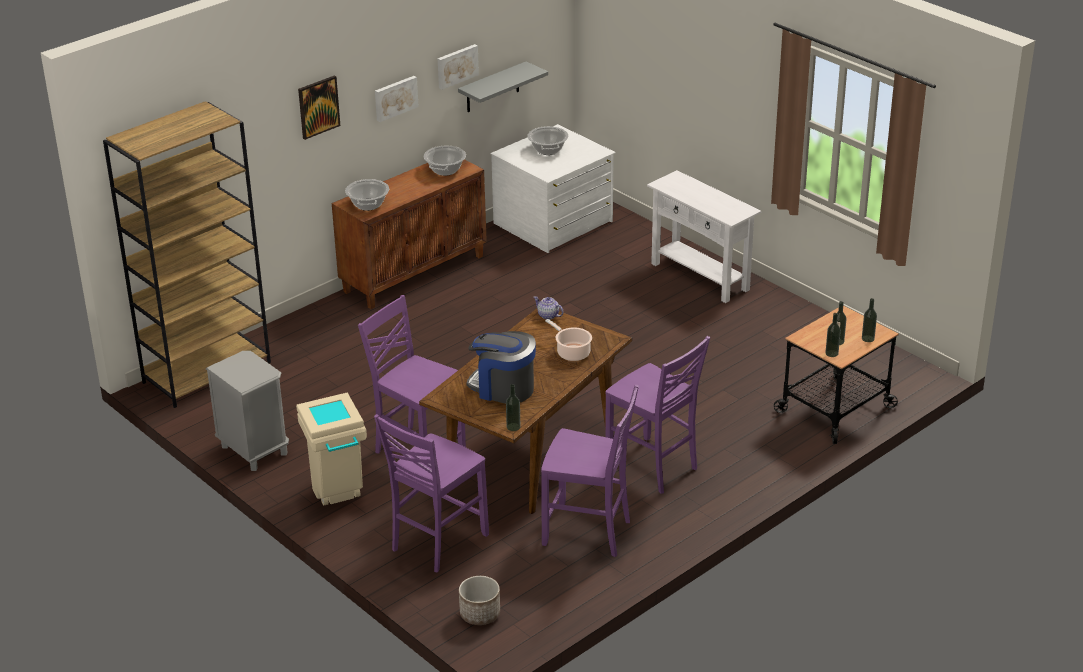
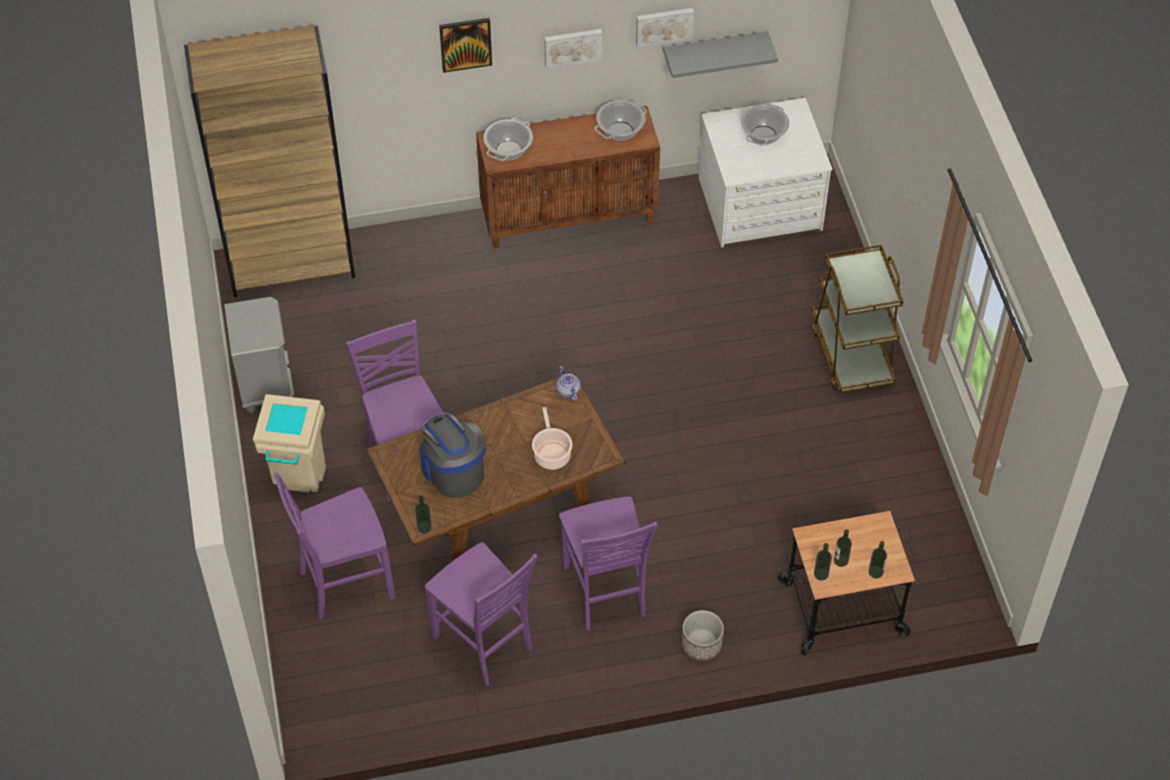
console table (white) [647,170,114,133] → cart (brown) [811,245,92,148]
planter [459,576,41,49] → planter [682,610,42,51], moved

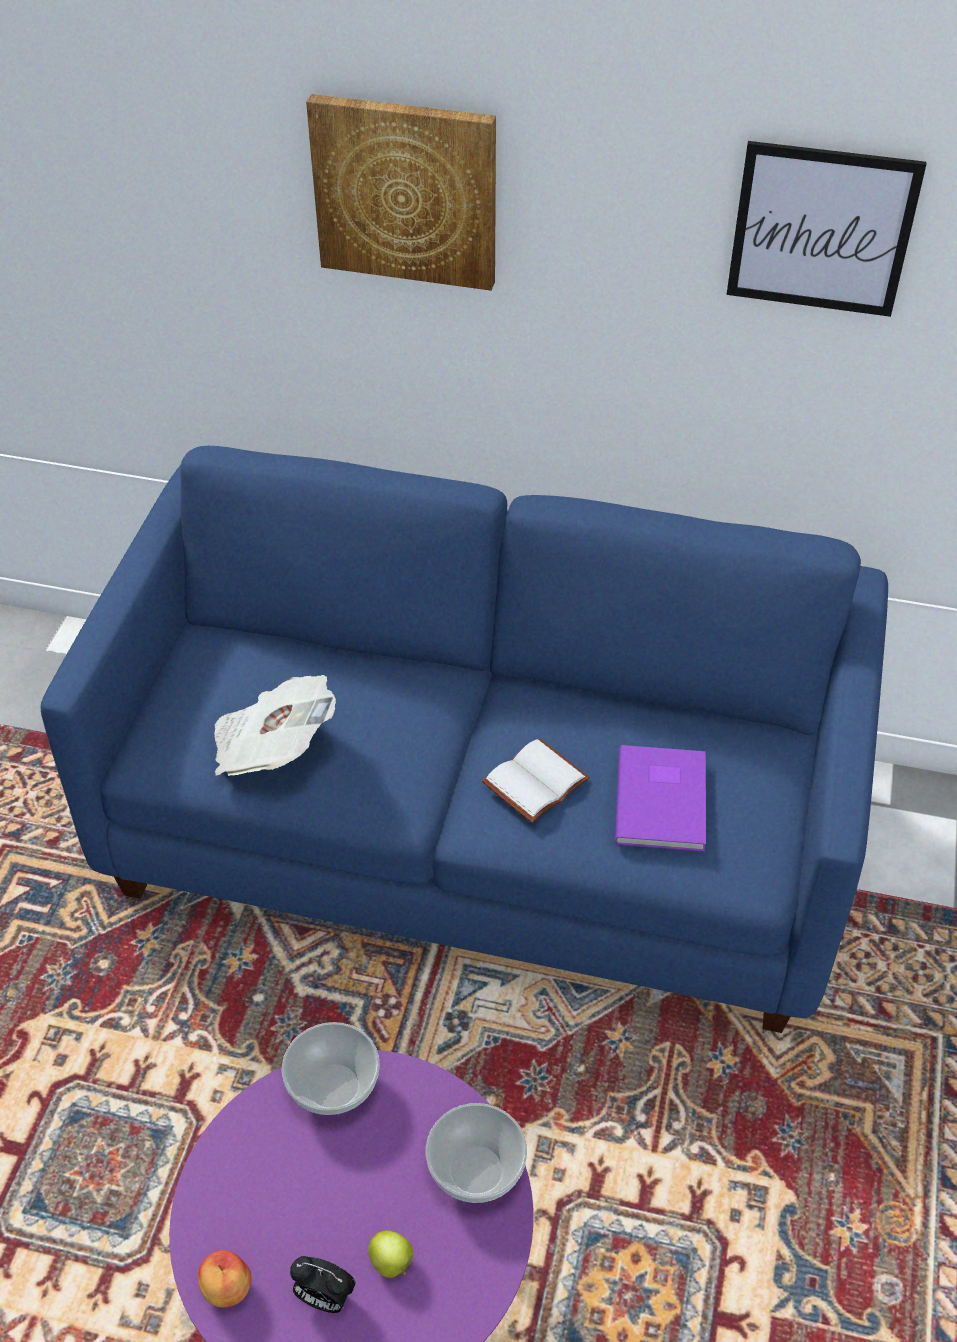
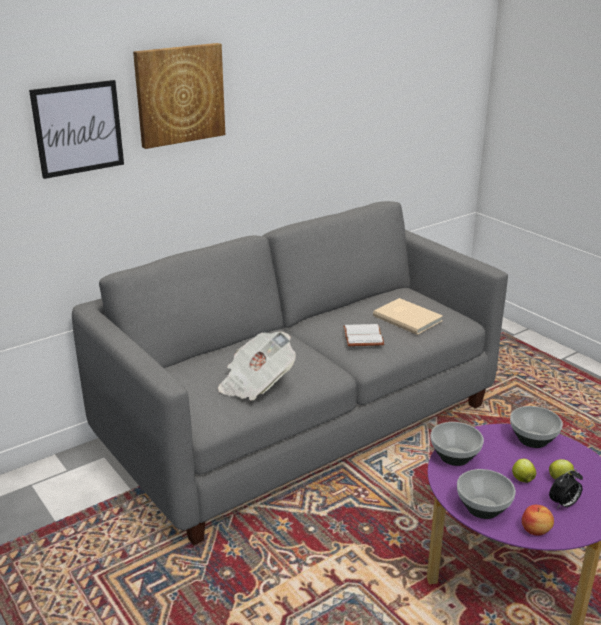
picture [726,141,201,176] → picture [29,80,95,99], moved
sofa (blue) [41,446,847,587] → sofa (grey) [72,201,436,344]
book (purple) [615,745,91,107] → book (beige) [373,298,70,37]
- → apple [512,459,24,24]
- → bowl [457,469,59,50]

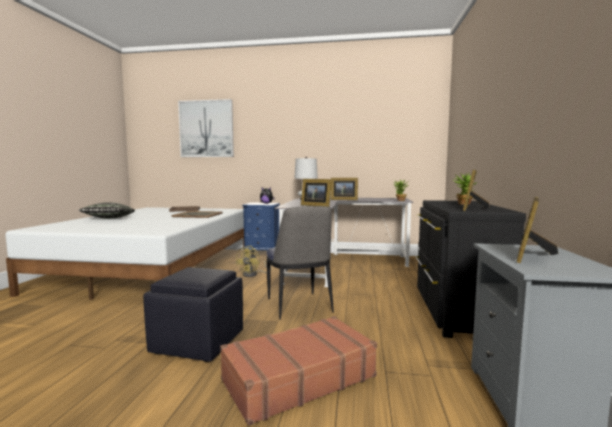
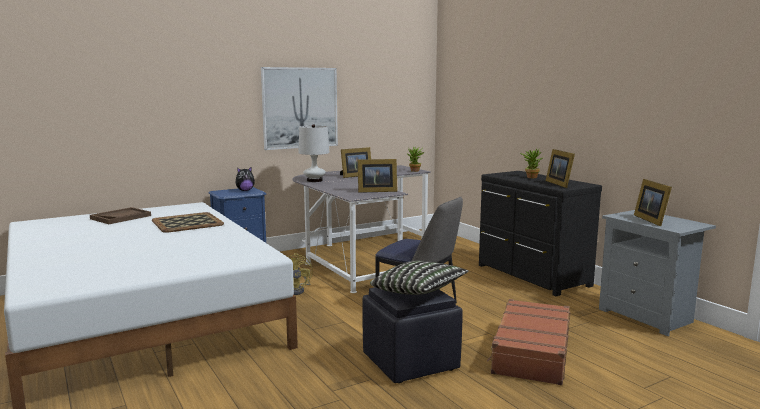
picture [178,99,56,58] → picture [261,67,77,83], moved
pillow [78,202,57,16] → pillow [370,261,99,34], moved

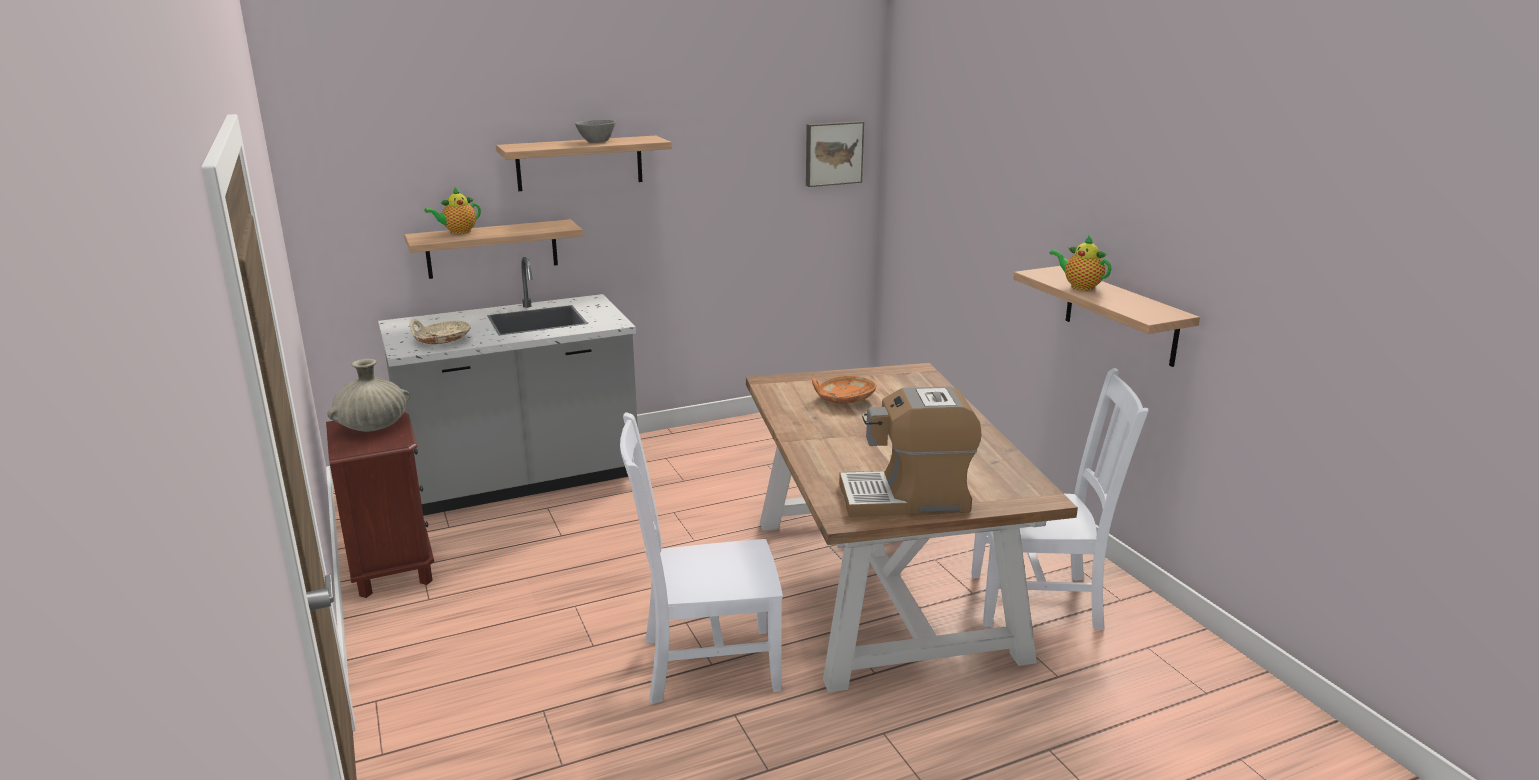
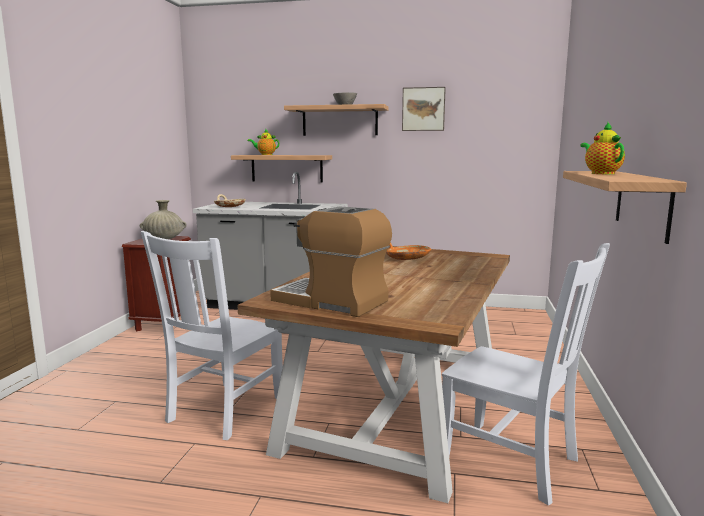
picture [806,121,58,66] → picture [402,87,44,44], moved
chair (white) [620,412,163,292] → chair (white) [141,231,142,209], 90 degrees counterclockwise

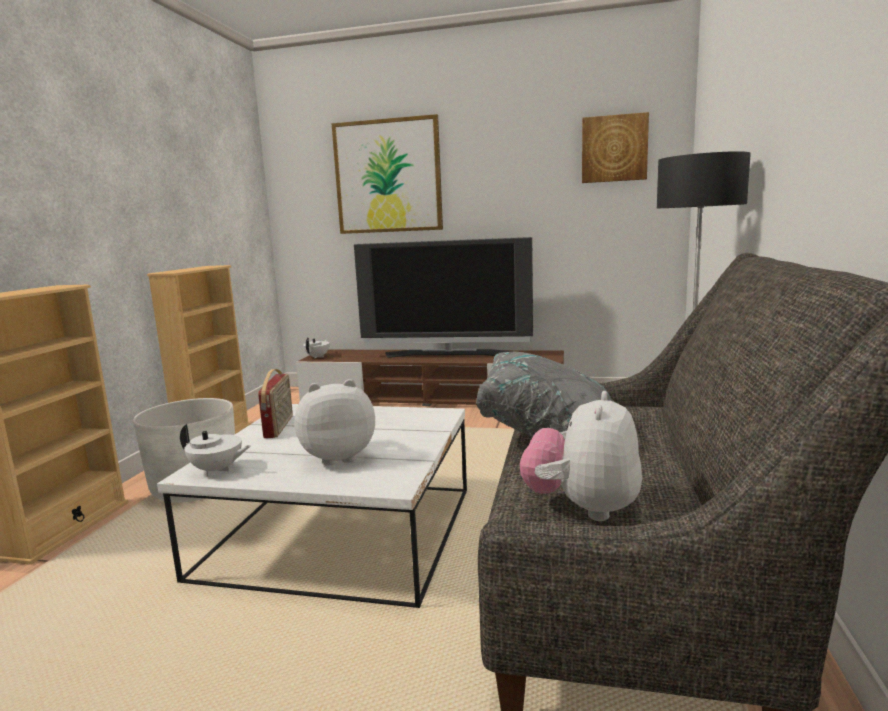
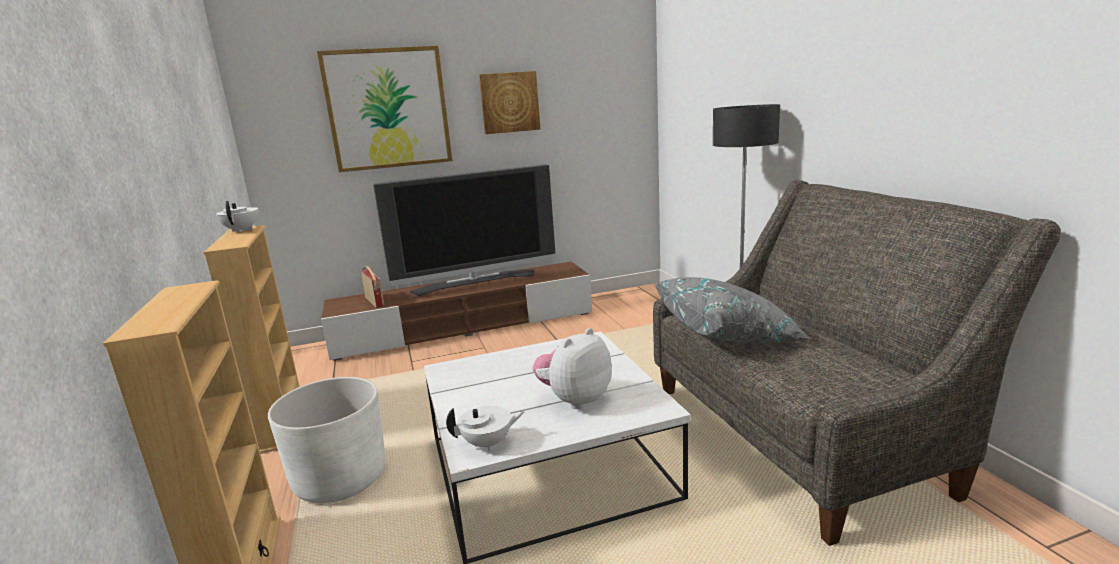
picture [582,112,67,71] → picture [479,71,61,63], moved
teapot (white) [303,337,27,22] → teapot (white) [216,201,43,31], moved
radio [258,369,35,69] → radio [361,266,23,42], moved
plush toy [520,391,122,130] → -

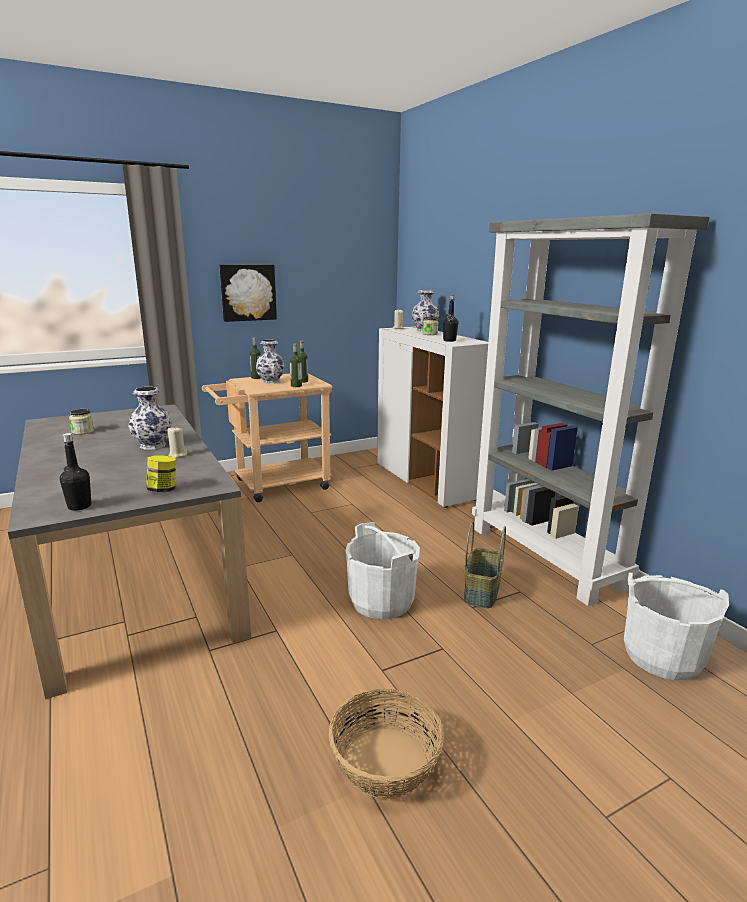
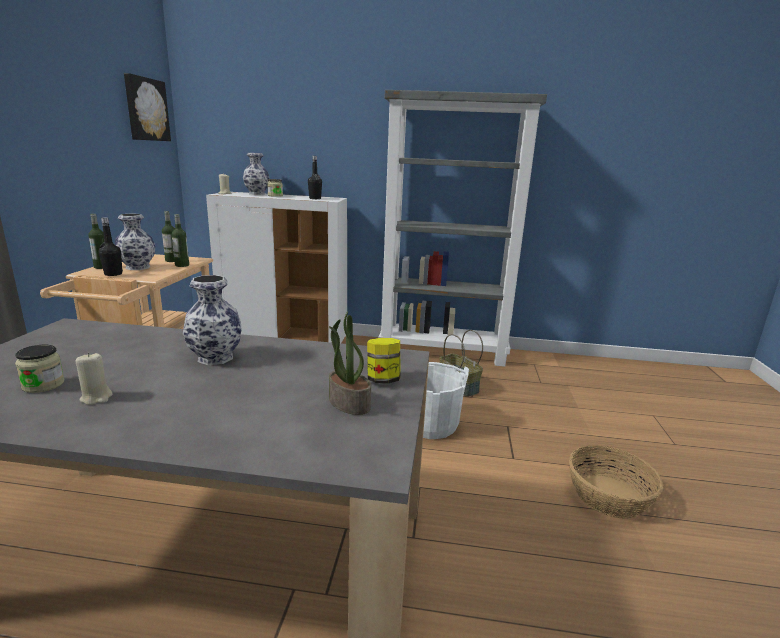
picture [219,265,58,57] → picture [124,73,47,68], moved
candle (beige) [168,426,20,32] → candle (beige) [76,352,37,53], moved
bottle (black) [60,433,31,78] → bottle (black) [99,217,24,59], moved
bucket (white) [624,573,105,107] → -
- → potted plant [329,311,42,104]

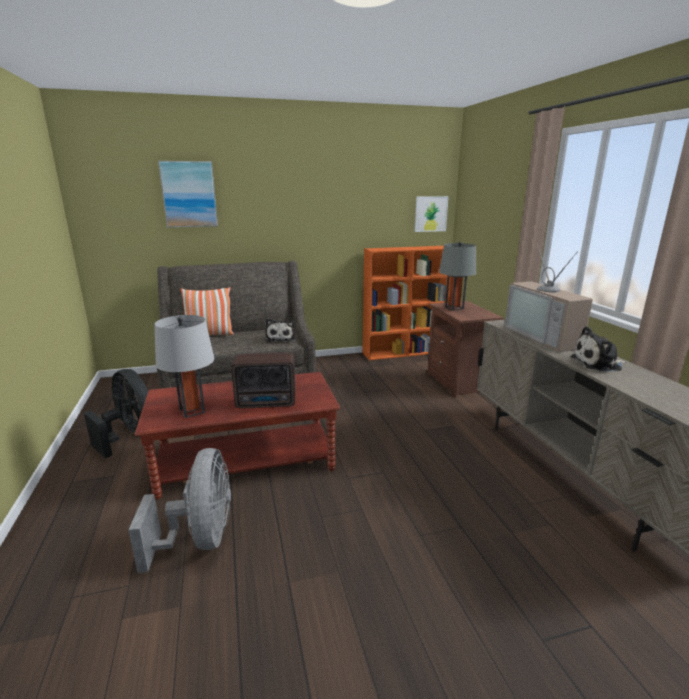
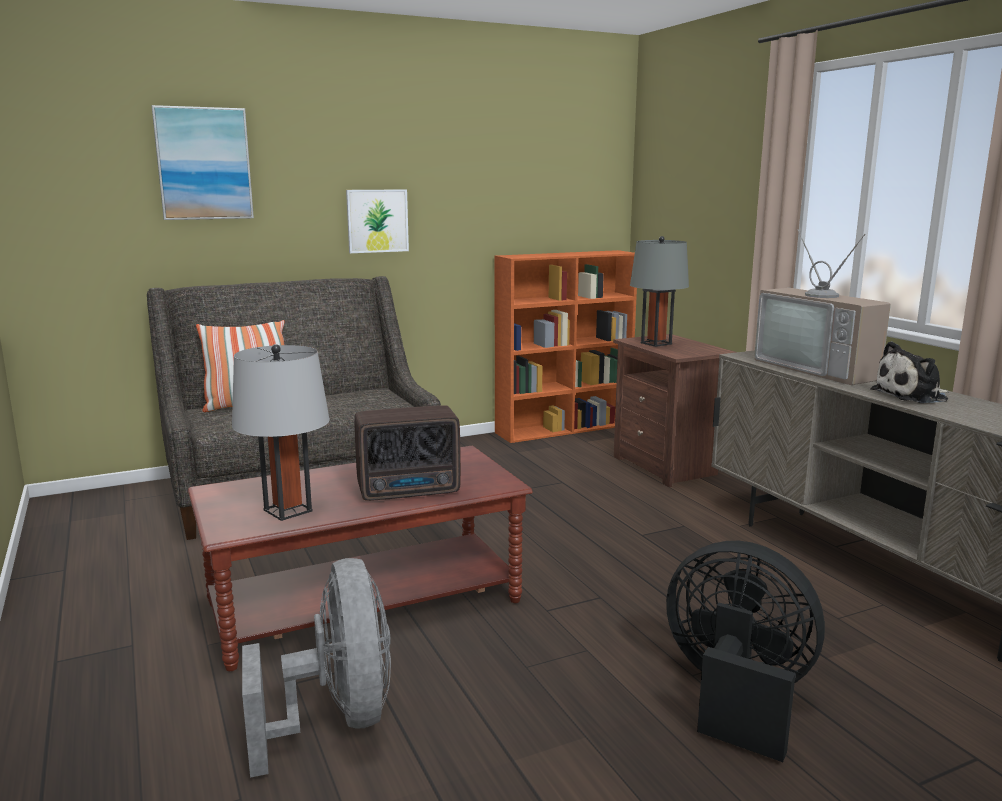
picture [415,196,34,36] → picture [346,189,63,64], moved
plush toy [265,319,30,23] → -
fan (black) [84,369,64,89] → fan (black) [666,541,159,221], moved

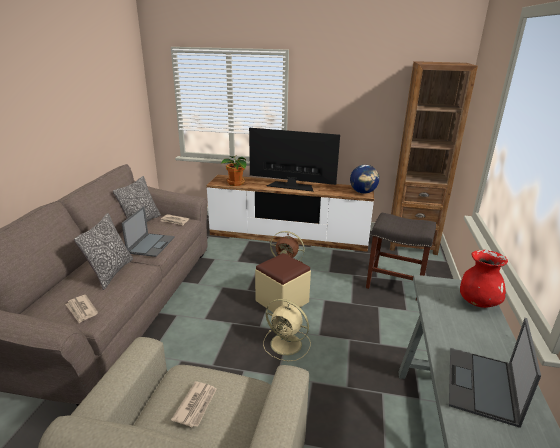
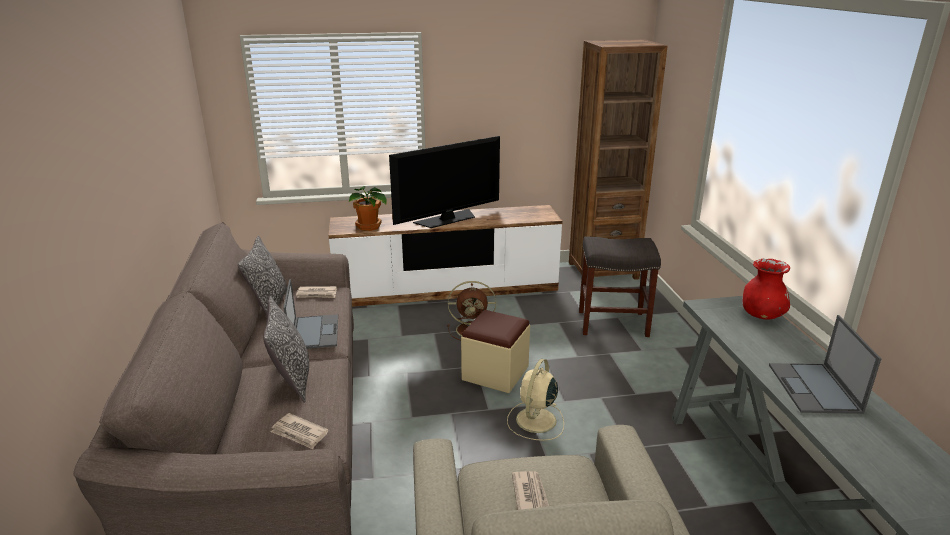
television [249,128,91,64] → television [389,136,111,92], 150 degrees clockwise
globe [350,165,29,29] → -
fan (beige) [263,299,48,62] → fan (beige) [507,359,57,82], 105 degrees clockwise

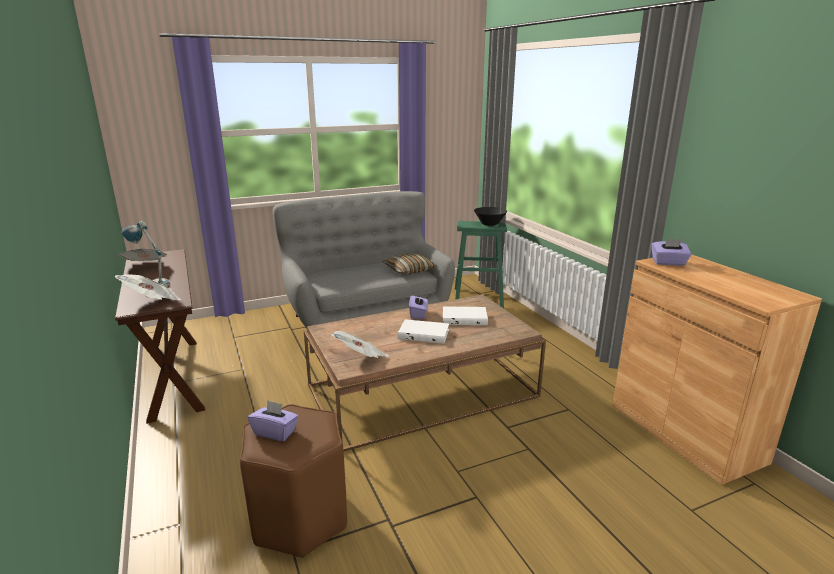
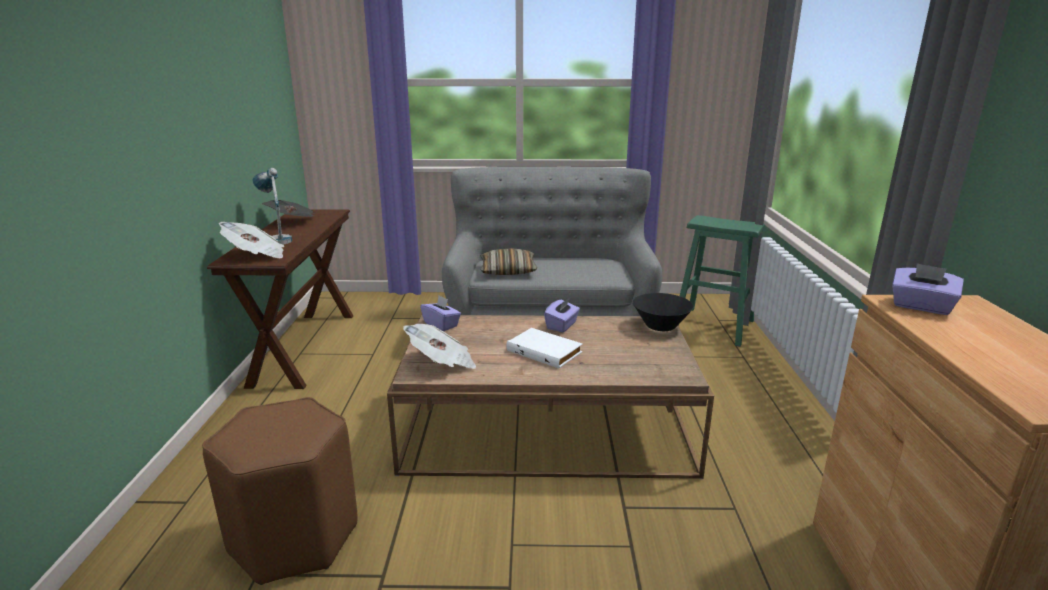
bowl (black) [474,207,33,19] → bowl (black) [633,293,61,38], moved
pillow [382,253,55,22] → pillow [480,248,57,27], moved
book (white) [443,306,45,19] → -
tissue box (purple) [248,400,50,41] → tissue box (purple) [420,296,41,35], moved

